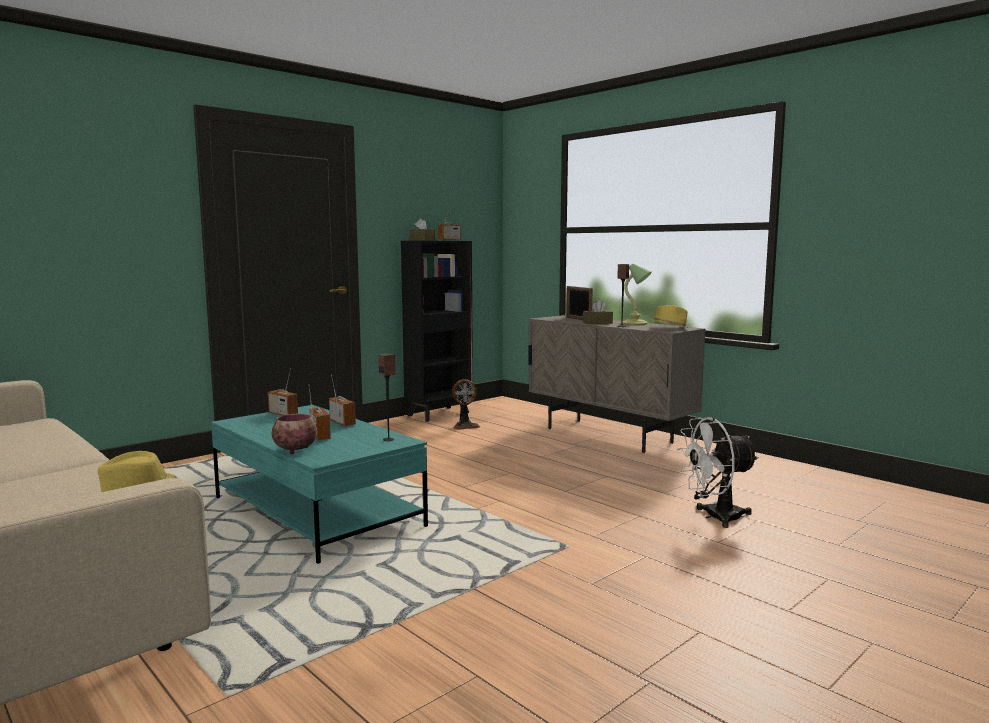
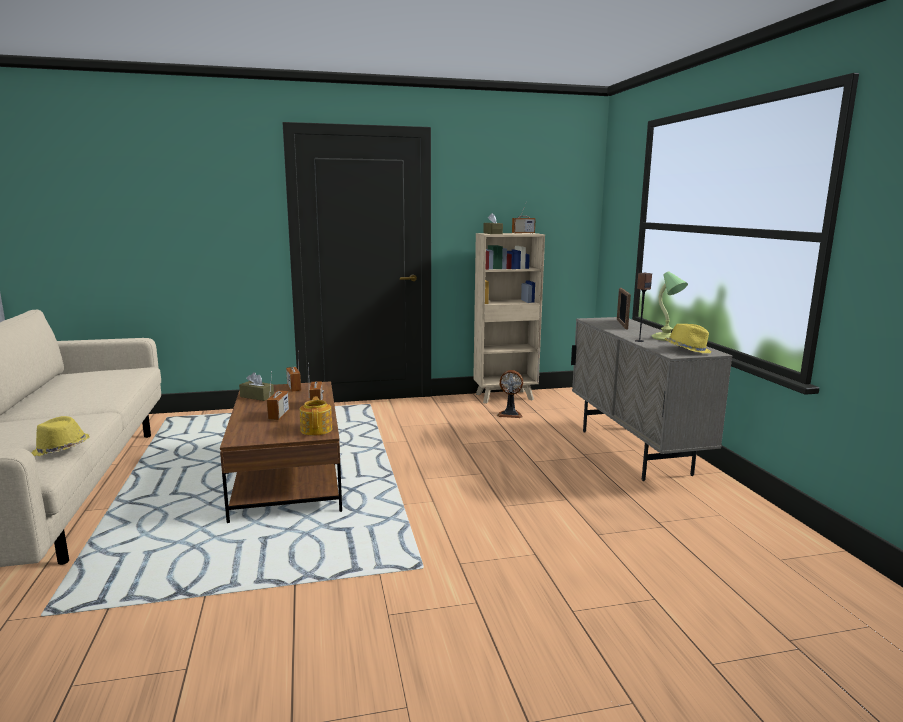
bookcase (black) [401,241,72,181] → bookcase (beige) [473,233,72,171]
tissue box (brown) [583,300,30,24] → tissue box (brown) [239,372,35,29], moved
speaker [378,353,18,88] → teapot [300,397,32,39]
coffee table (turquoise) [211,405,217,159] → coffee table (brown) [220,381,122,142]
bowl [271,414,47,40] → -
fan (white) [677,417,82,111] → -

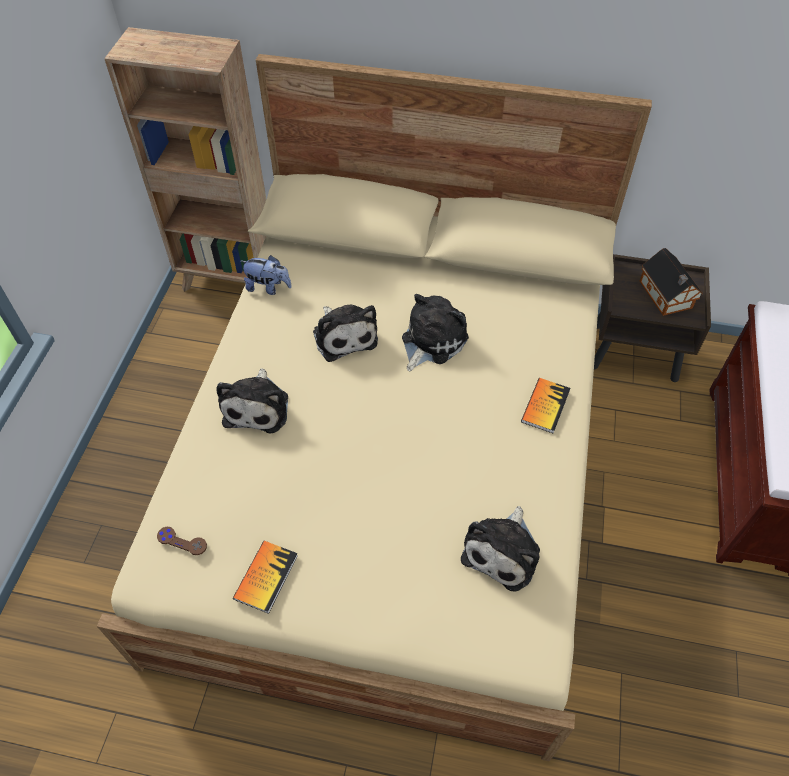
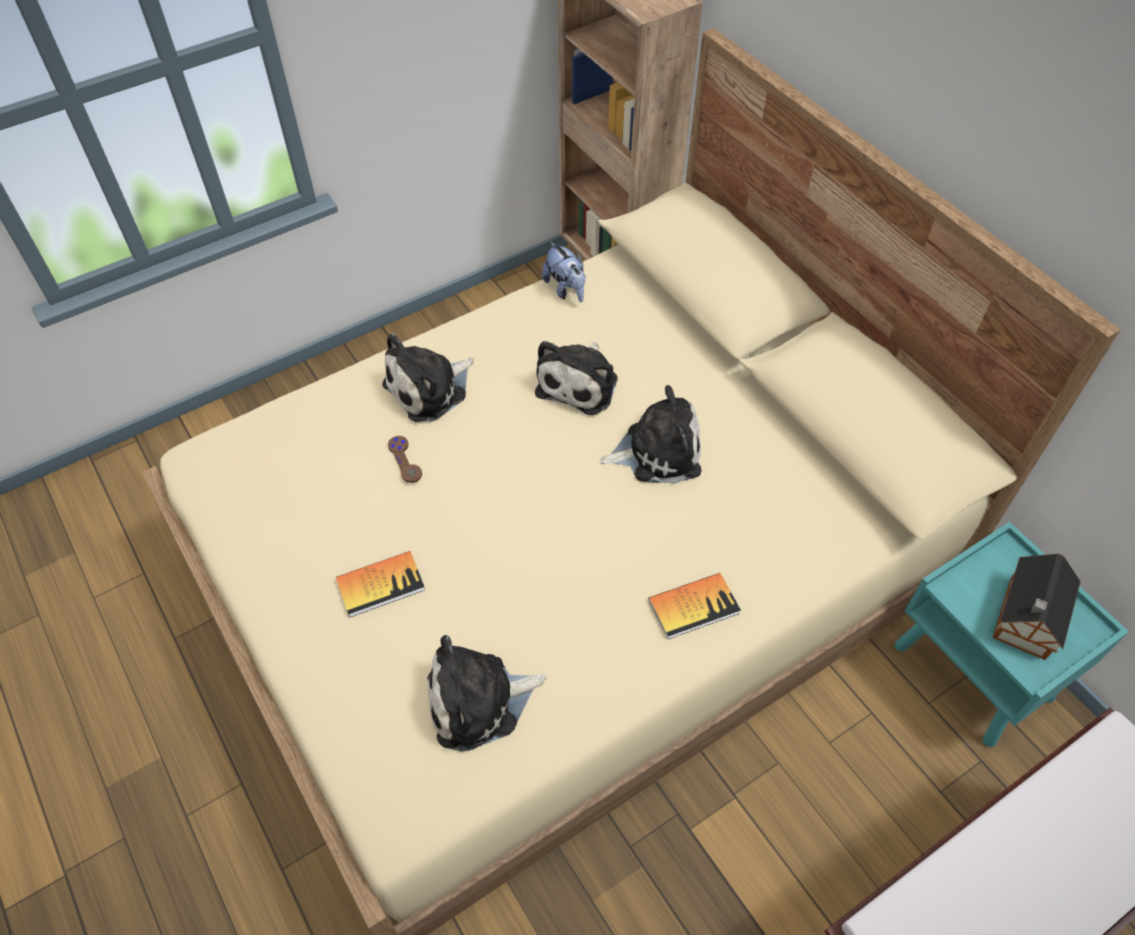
nightstand (brown) [594,254,117,128] → nightstand (turquoise) [895,522,234,225]
game controller (brown) [157,527,50,28] → game controller (brown) [388,436,34,47], moved
book [233,541,65,73] → book [336,551,89,67], moved

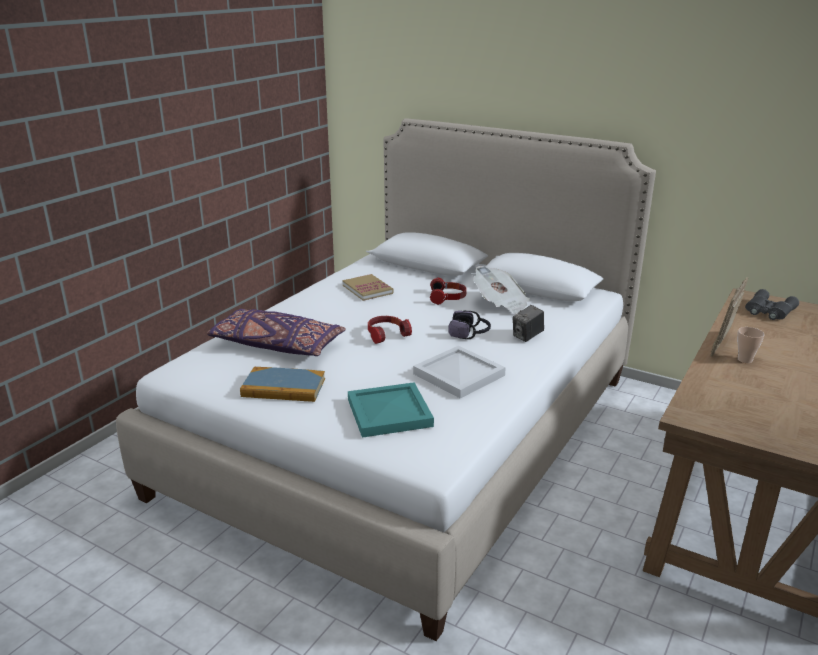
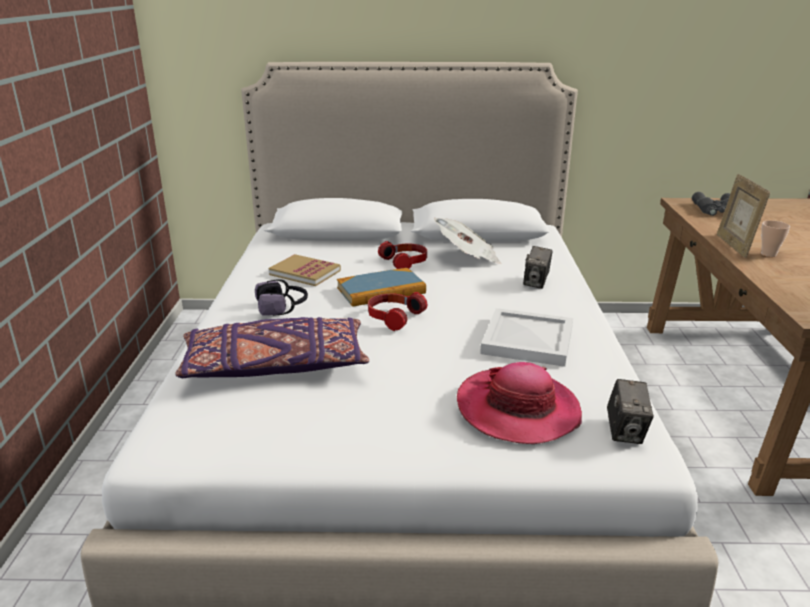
headphones [448,311,43,28] → headphones [255,279,53,37], moved
book [240,367,85,35] → book [337,268,89,39], moved
tray (turquoise) [348,382,86,56] → hat [457,362,125,82]
- → photo camera [607,379,47,65]

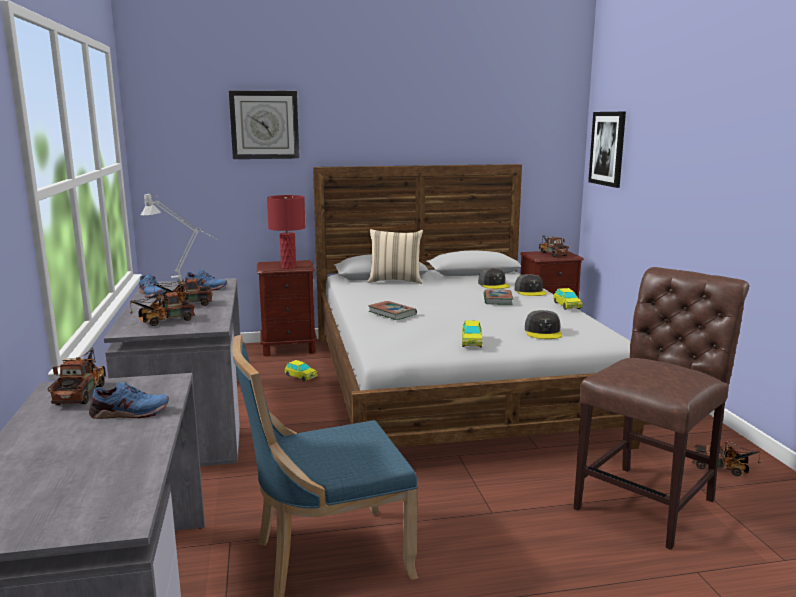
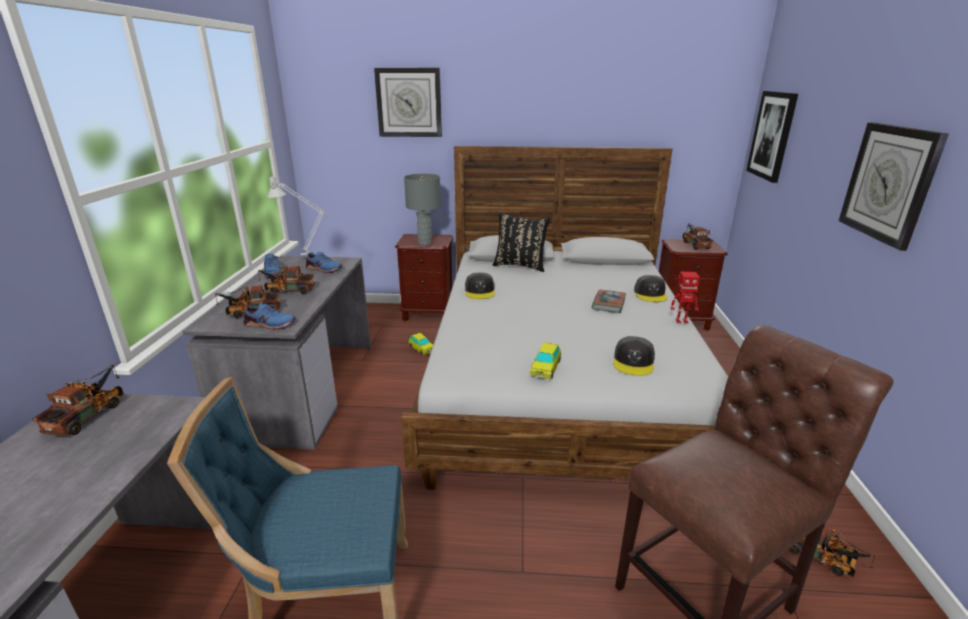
table lamp (red) [267,195,39,74] → table lamp (grey) [404,174,37,71]
pillow (beige) [368,229,55,55] → pillow (black) [493,213,58,59]
cap (grey) [478,268,32,21] → cap (grey) [465,273,30,26], moved
toy car [554,288,28,22] → toy robot [671,272,29,52]
book [368,301,49,19] → -
shoe (blue) [89,382,80,37] → shoe (blue) [244,303,52,27], moved
- → wall clock [839,122,110,129]

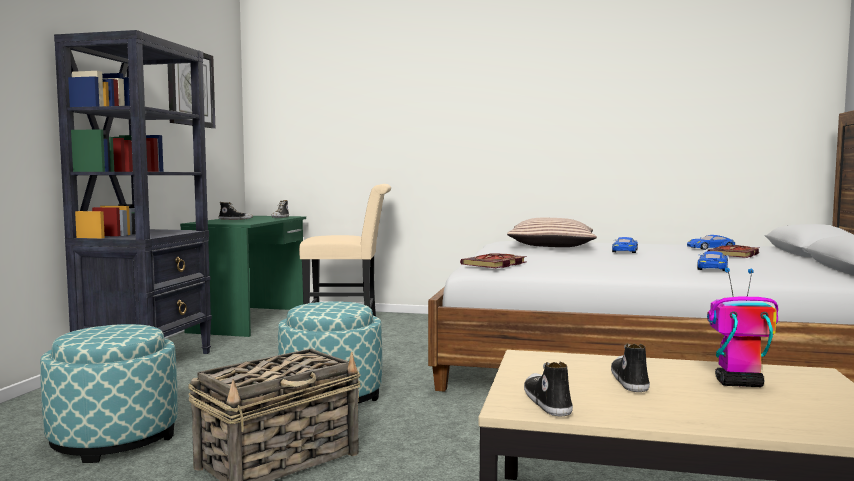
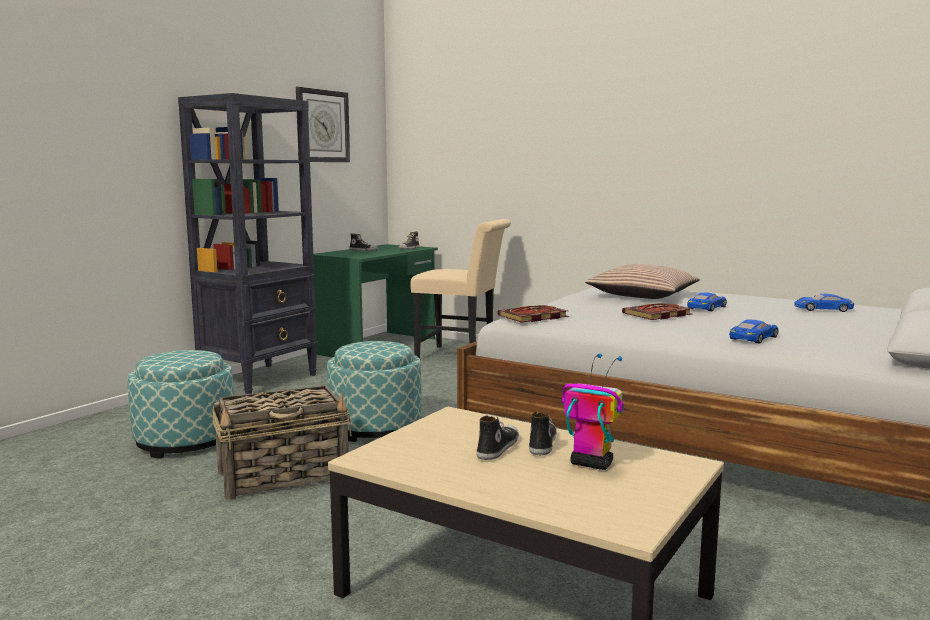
book [708,245,51,13] → book [622,303,71,17], moved
shoe [524,362,49,54] → shoe [529,412,28,43], moved

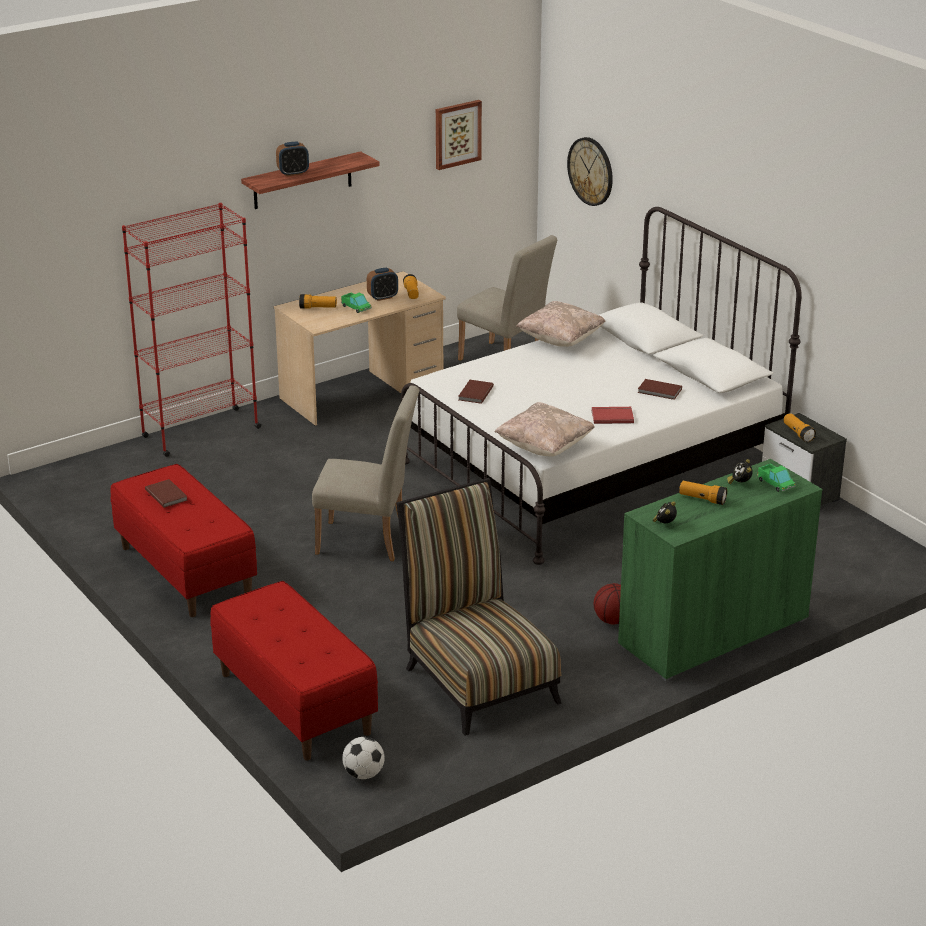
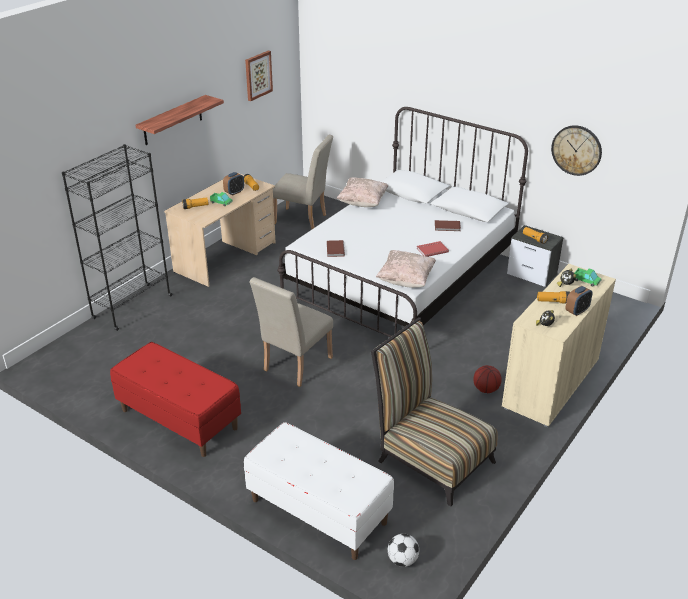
wall clock [567,137,46,69] → wall clock [551,125,51,51], moved
alarm clock [276,142,33,34] → alarm clock [566,286,27,30], moved
bookcase (red) [122,203,139,254] → bookcase (black) [62,144,110,187]
chair (beige) [312,386,108,175] → chair (beige) [249,277,84,110], 135 degrees clockwise
cabinet (green) [618,459,205,222] → cabinet (beige) [502,264,114,164]
book (brown) [145,479,43,29] → -
bench (red) [210,581,168,179] → bench (white) [244,422,150,138]

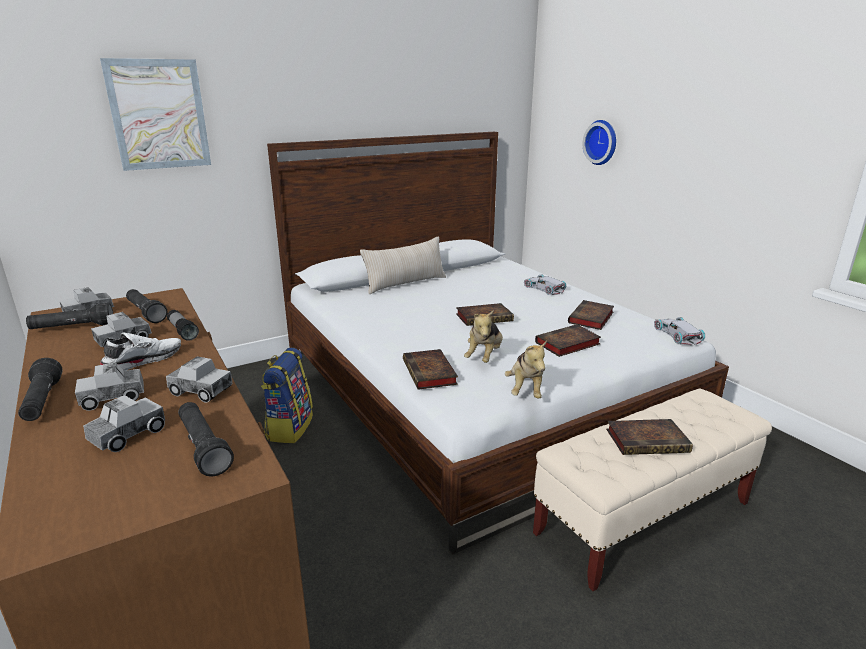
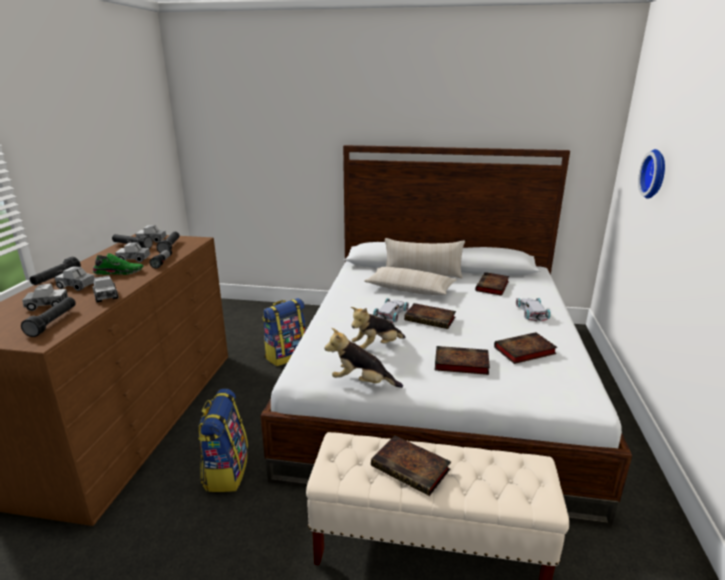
picture [100,58,111,113] → -
toy car (white) [654,317,51,28] → toy car (white) [373,298,36,25], moved
shoe (white) [100,333,81,38] → shoe (green) [93,253,51,22]
plush toy [505,340,42,59] → plush toy [324,328,79,60], 60 degrees clockwise
book [403,349,55,41] → book [475,272,34,24], moved
- → pillow (beige) [364,267,93,28]
- → backpack [198,389,50,103]

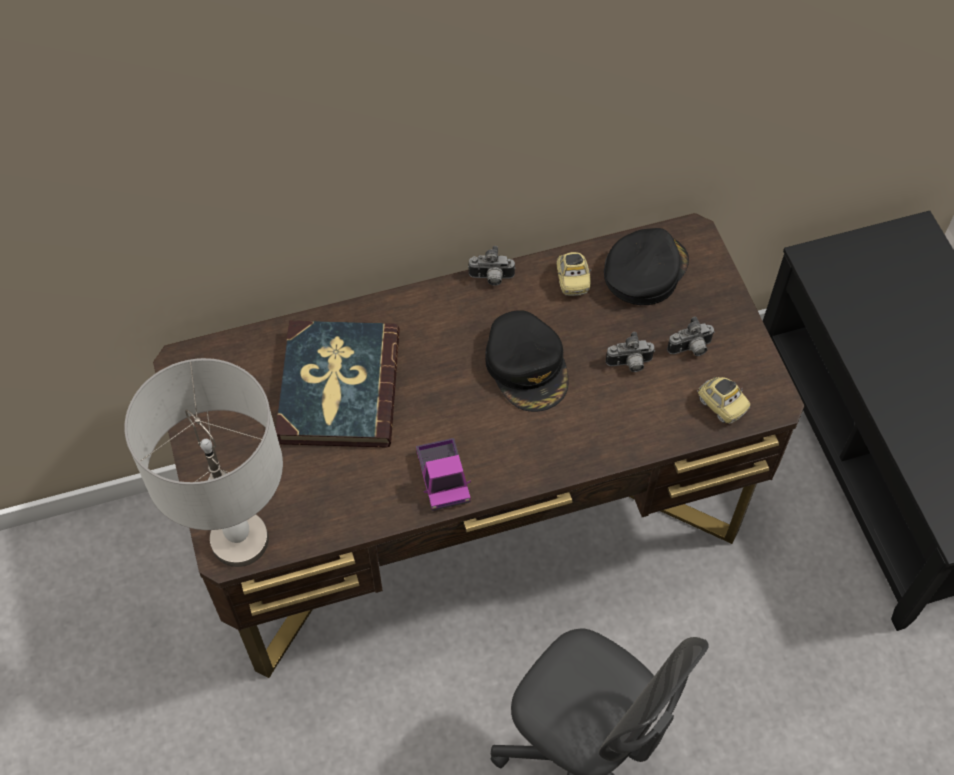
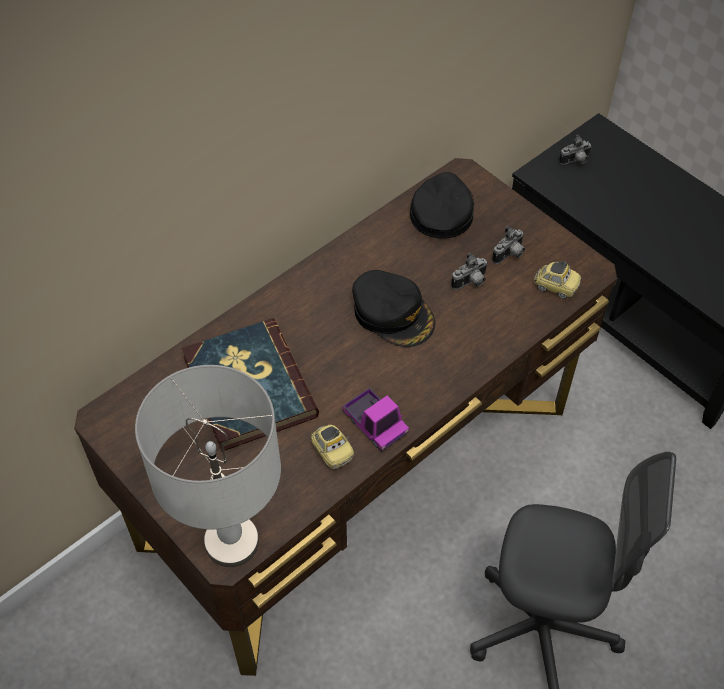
photo camera [468,246,47,40] → photo camera [559,134,33,31], moved
toy car [556,252,36,44] → toy car [311,424,43,45], moved

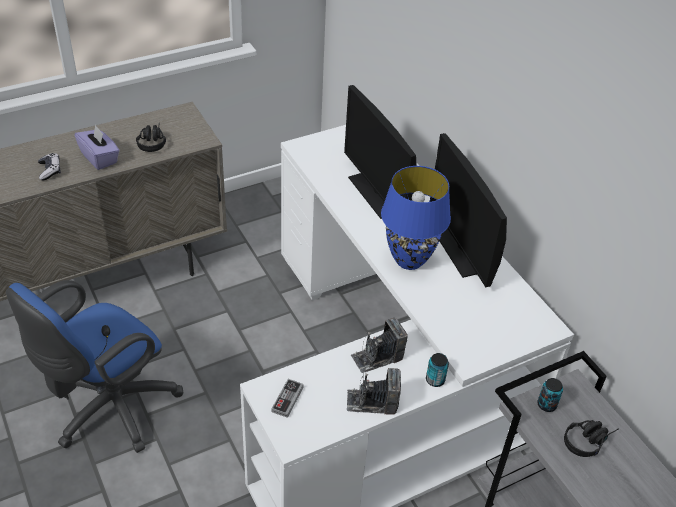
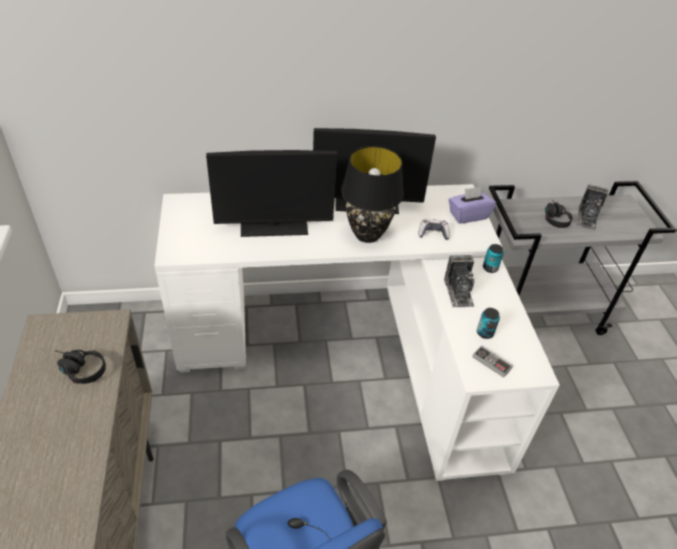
tissue box (purple) [74,124,46,46] → tissue box (purple) [449,187,47,37], moved
game controller [38,153,23,27] → game controller [418,219,32,21], moved
table lamp (blue) [381,166,70,104] → table lamp (black) [341,146,63,97]
photo camera [347,368,54,47] → photo camera [576,184,33,46], moved
can [537,378,26,34] → can [477,308,23,31], moved

